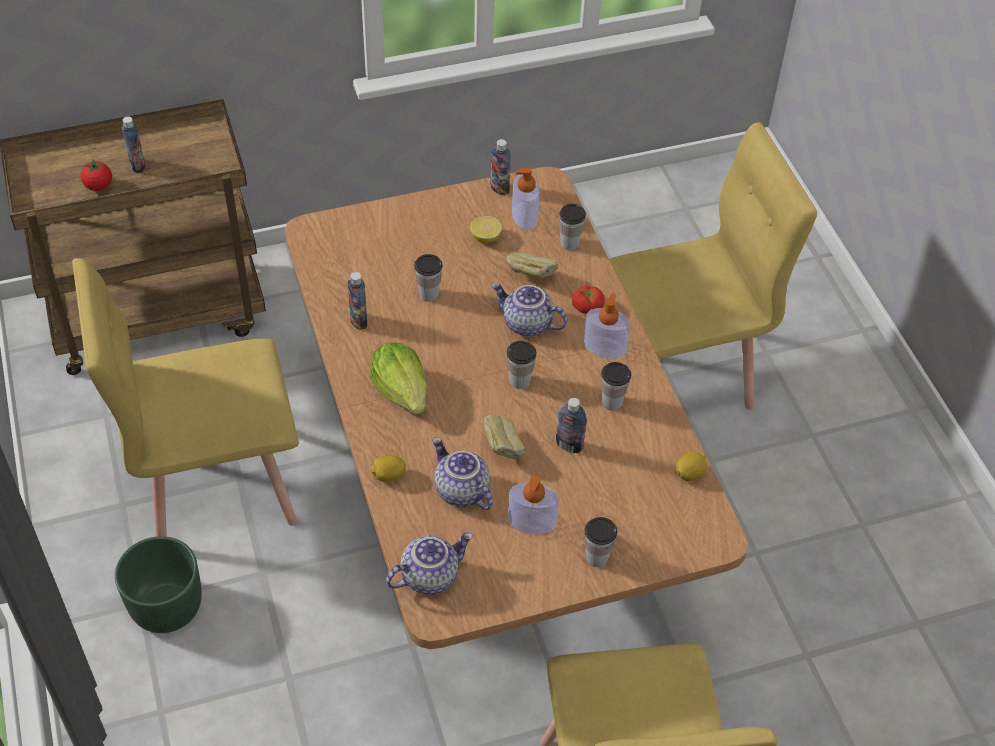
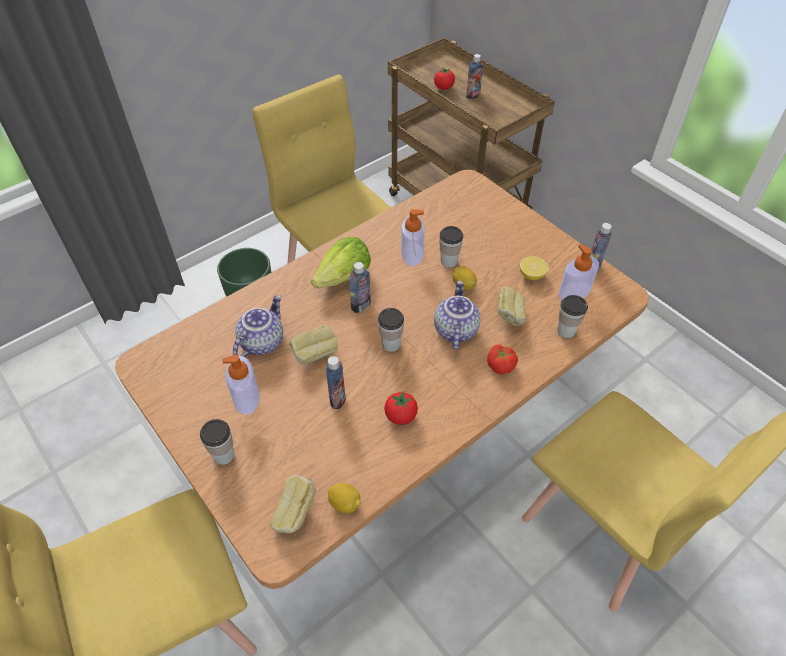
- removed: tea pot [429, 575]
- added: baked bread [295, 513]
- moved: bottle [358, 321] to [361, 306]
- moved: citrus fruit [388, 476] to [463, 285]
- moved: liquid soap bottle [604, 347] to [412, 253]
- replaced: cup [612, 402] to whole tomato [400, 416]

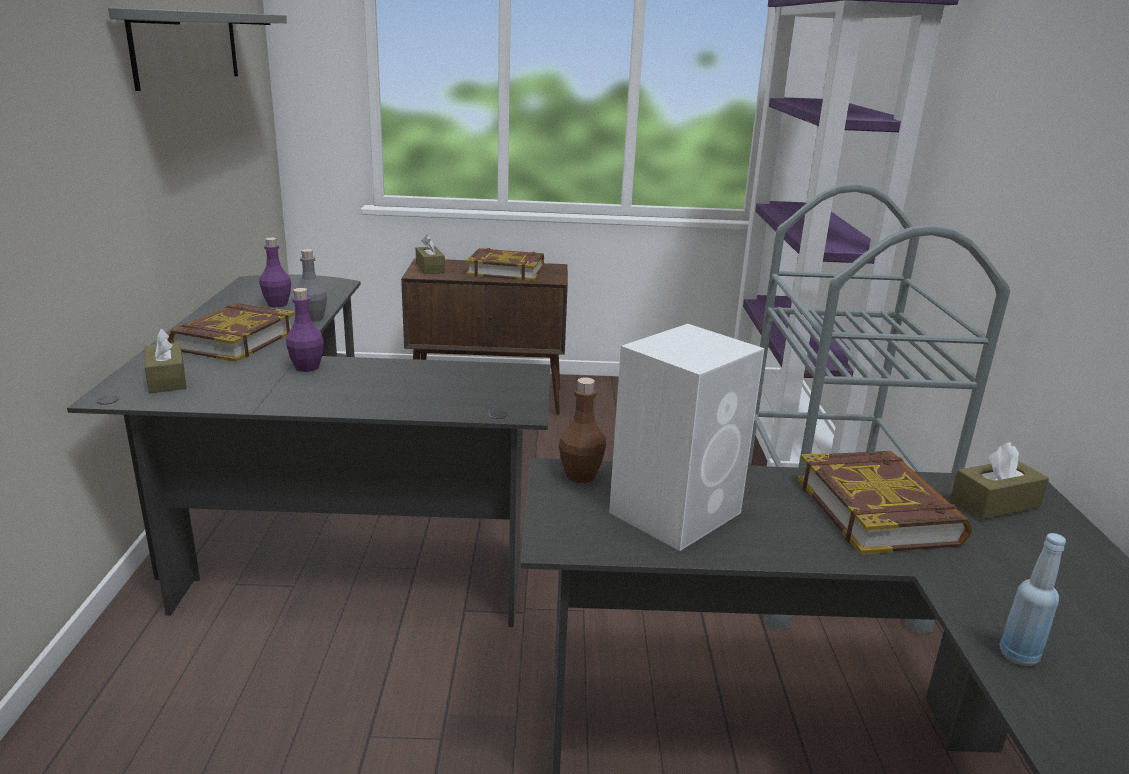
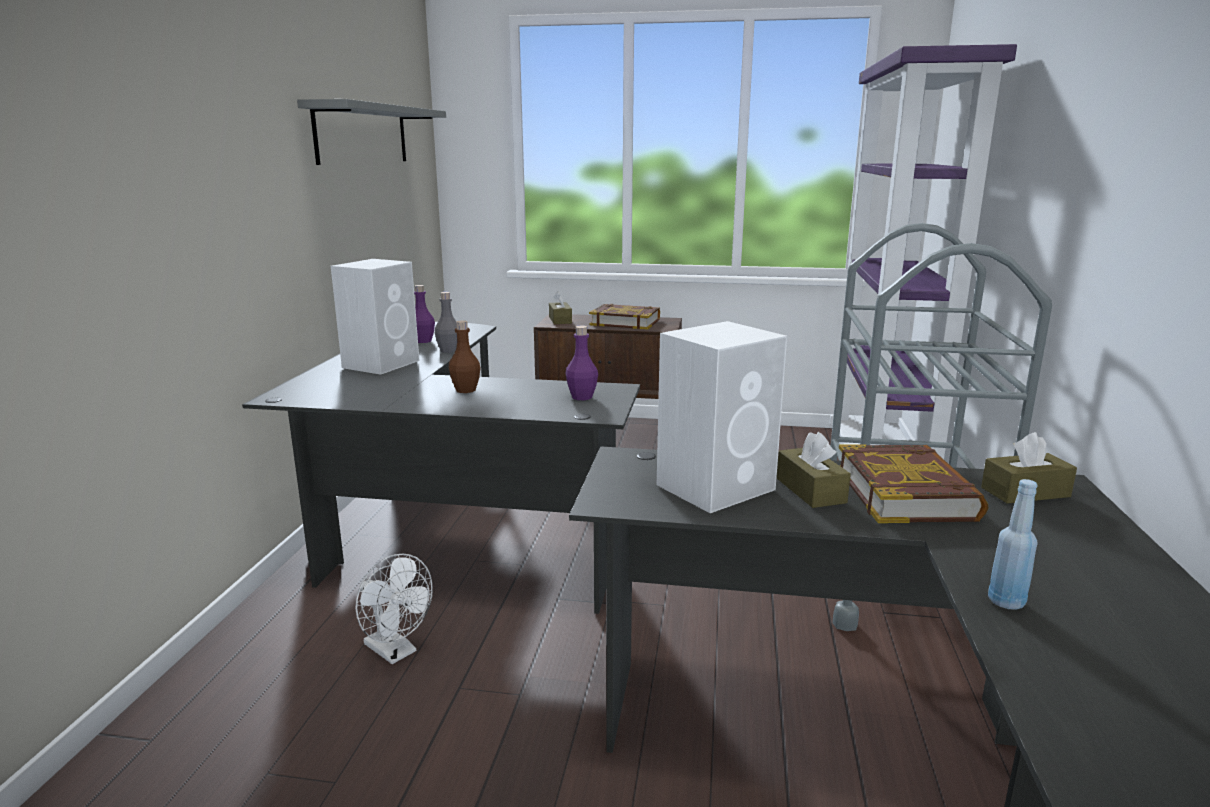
- added: fan (white-coloured) [396, 651]
- moved: box of tissues (brownish) [167, 379] to [810, 490]
- moved: bottle (purple) [307, 367] to [582, 397]
- moved: bottle (brownish) [581, 476] to [465, 390]
- replaced: bound book [235, 340] to audio speaker (white-coloured) [382, 364]

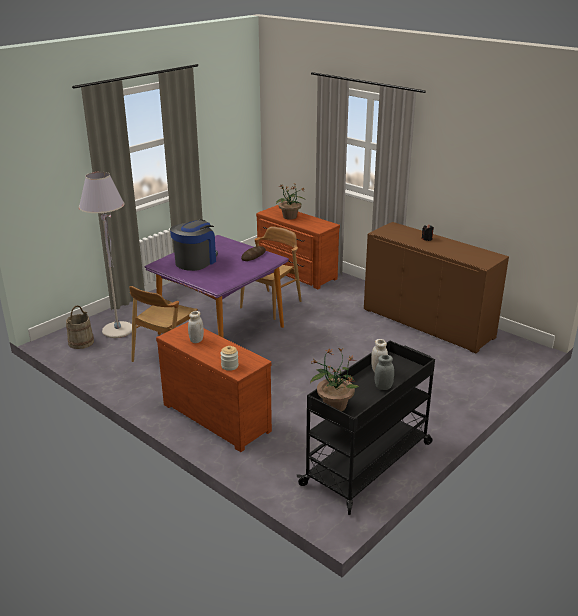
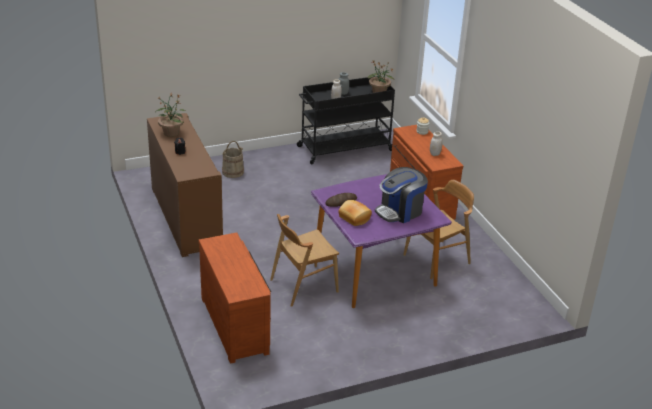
- removed: floor lamp (gray) [118, 330]
- added: baked bread [354, 218]
- moved: pail (sand-coloured) [81, 342] to [233, 172]
- moved: houseplant [290, 217] to [171, 132]

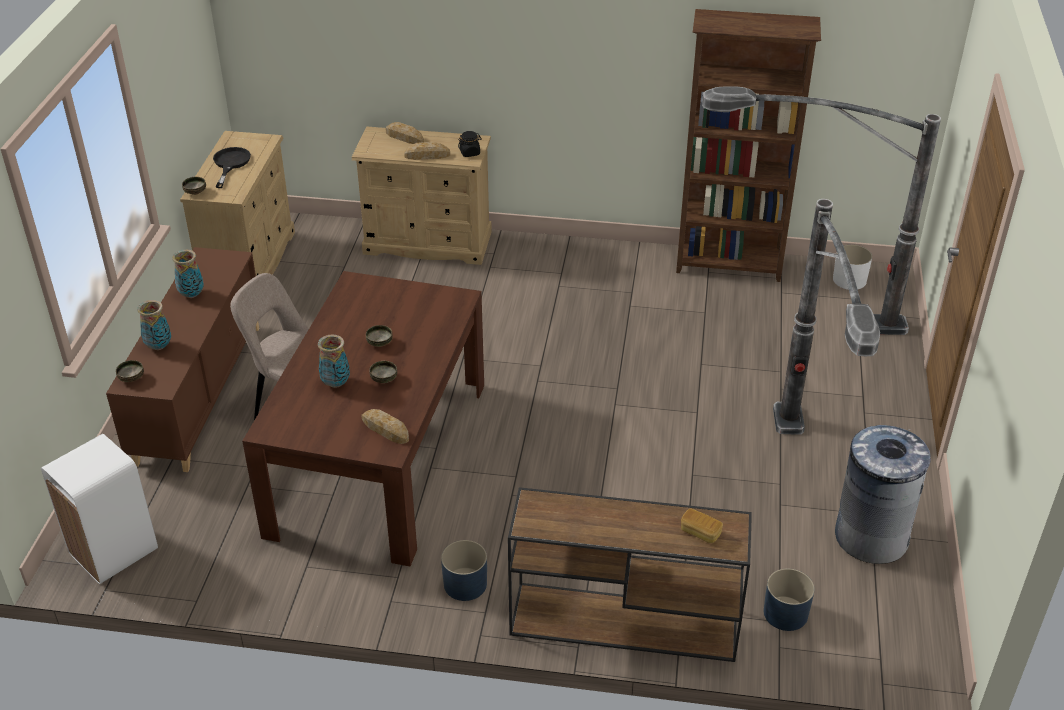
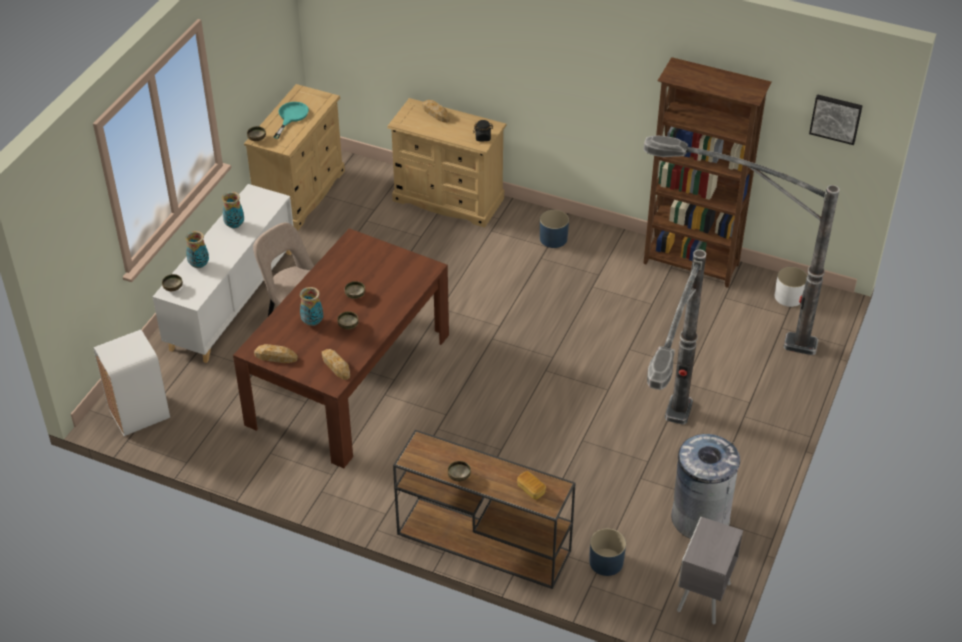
- added: bowl [459, 477]
- added: bedside table (gray) [702, 598]
- added: wall picture [836, 118]
- moved: baked bread [427, 155] to [275, 357]
- moved: plant pot (blue-coloured) [465, 584] to [553, 239]
- recoloured: cupboard (brownish) [200, 392] to cupboard (white-coloured) [232, 299]
- recoloured: pan (blackish) [230, 164] to pan (turquoise-coloured) [291, 117]

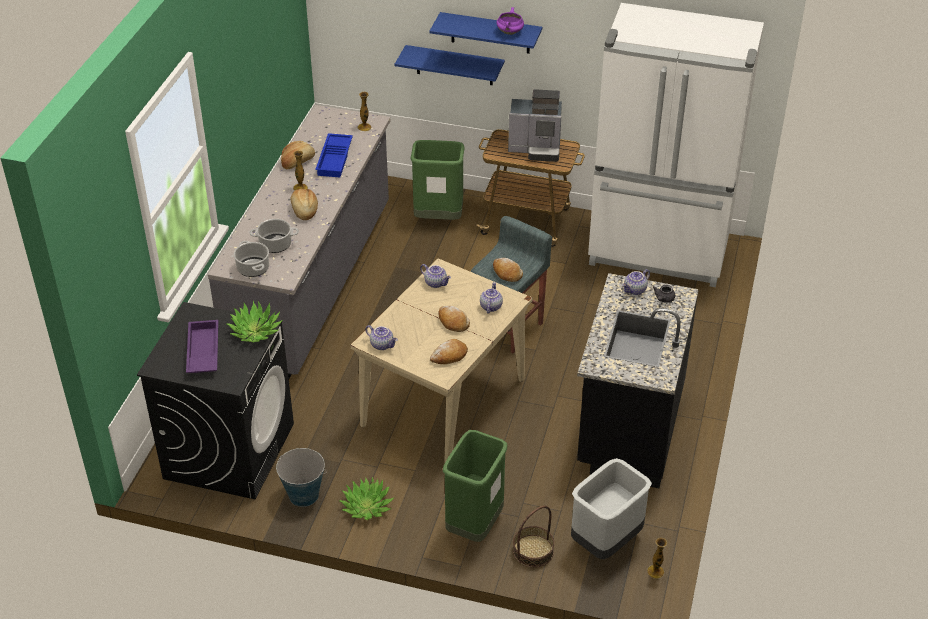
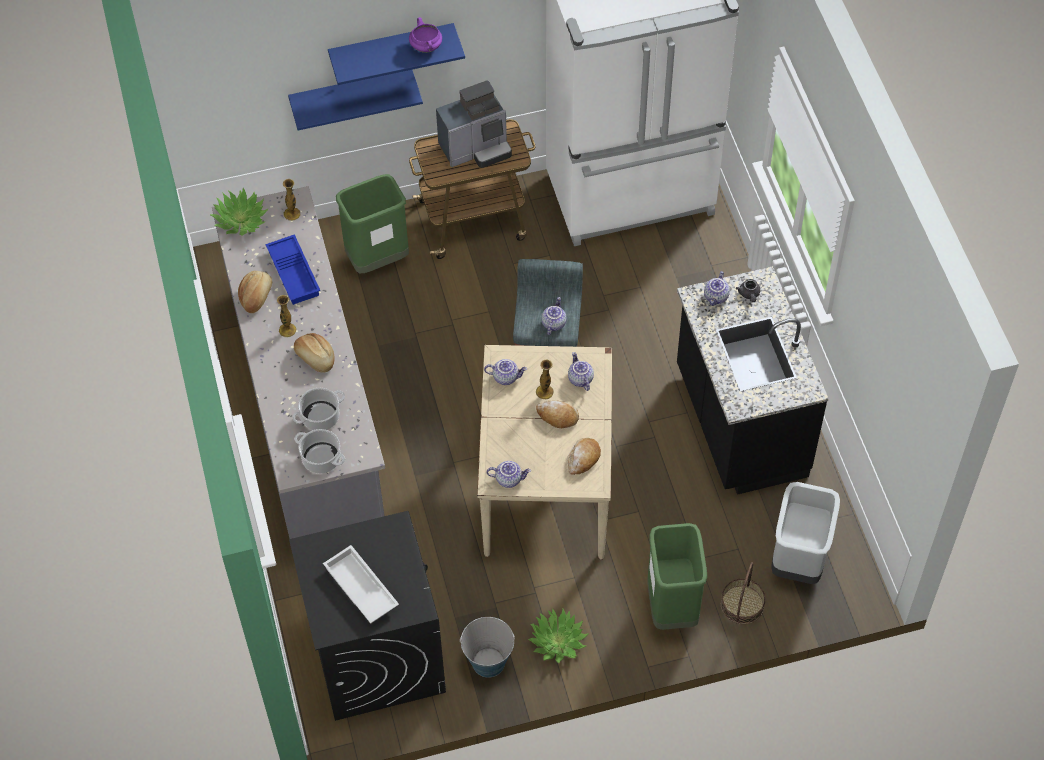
- moved: houseplant [255, 331] to [241, 220]
- moved: decorative vase [655, 571] to [544, 392]
- replaced: baked bread [507, 273] to tea pot [553, 323]
- recoloured: carrying tray (purple) [202, 352] to carrying tray (white-coloured) [359, 588]

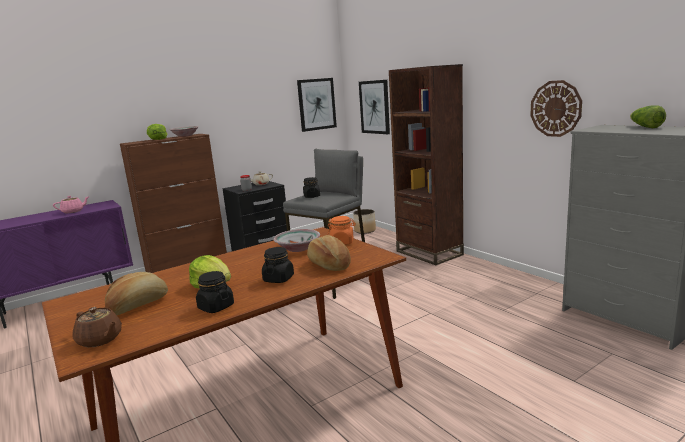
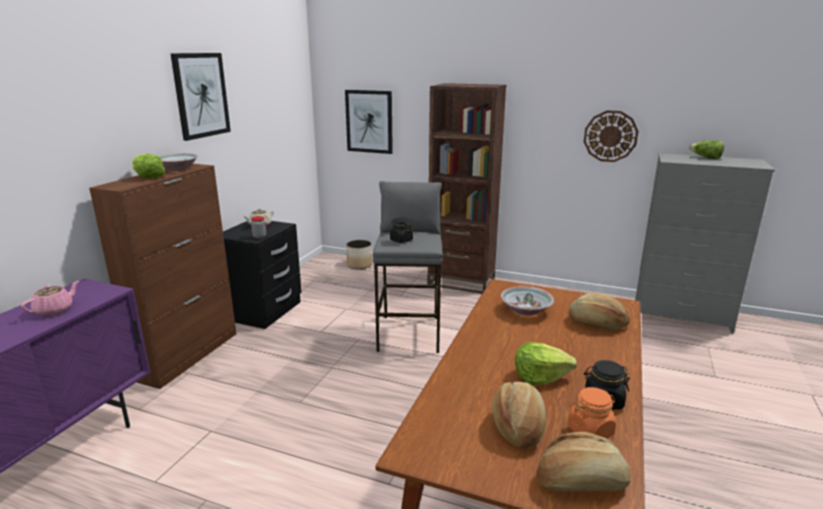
- removed: storage jar (blackish) [278, 279]
- moved: wall picture [316, 104] to [201, 95]
- moved: storage jar (orange-coloured) [342, 242] to [590, 431]
- replaced: tea pot (brownish) [100, 340] to baked bread [581, 482]

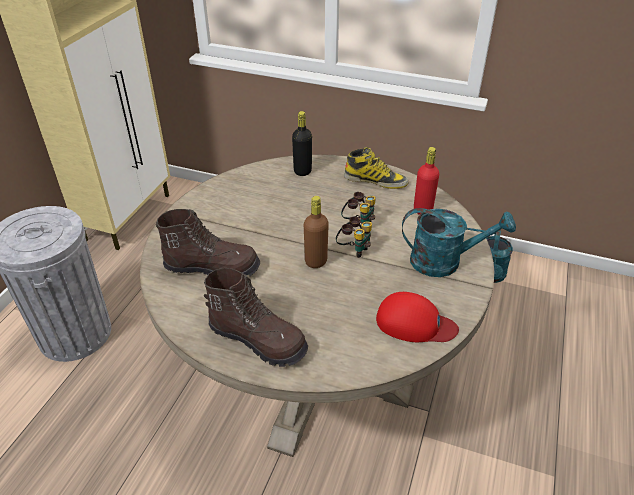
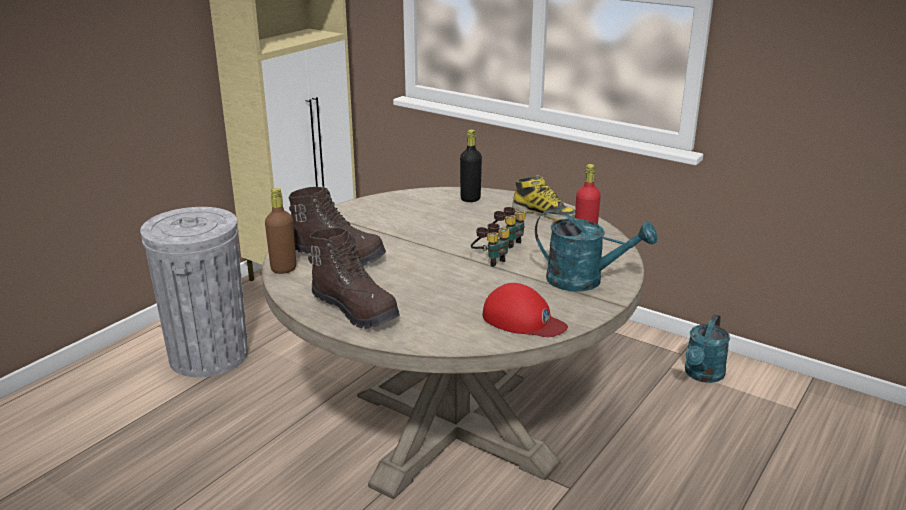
- moved: bottle (brownish) [316, 261] to [283, 269]

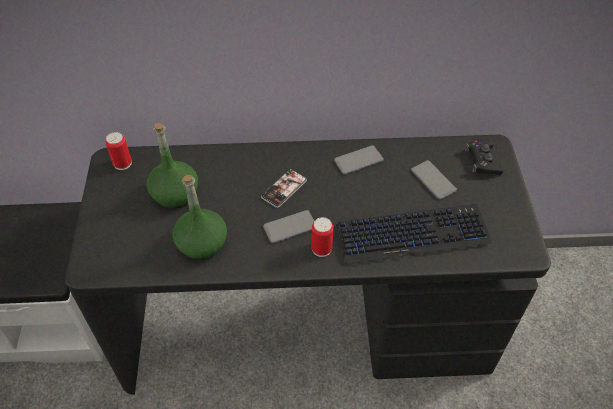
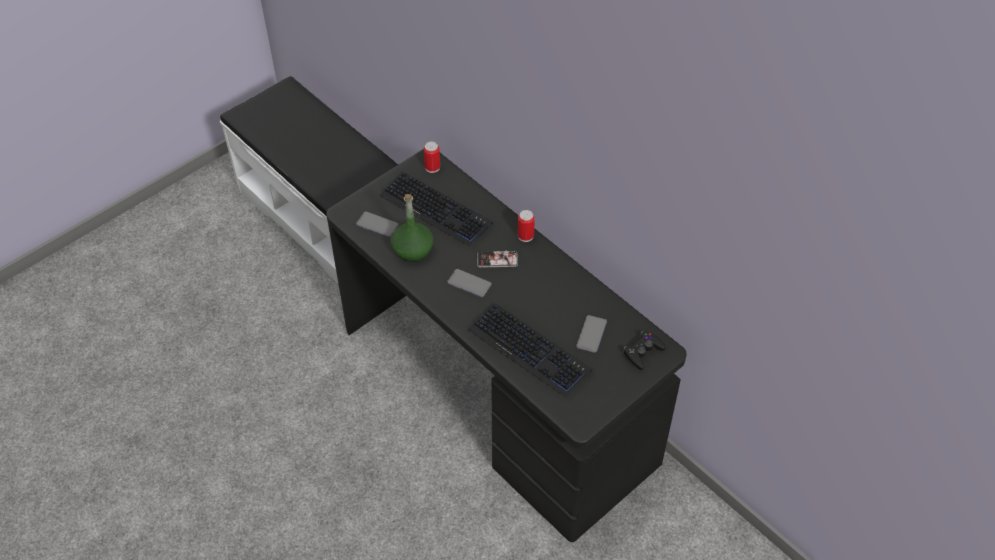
- moved: metal can [321, 248] to [525, 236]
- moved: handset [358, 160] to [377, 225]
- replaced: bottle (greenish) [175, 194] to computer keyboard [436, 210]

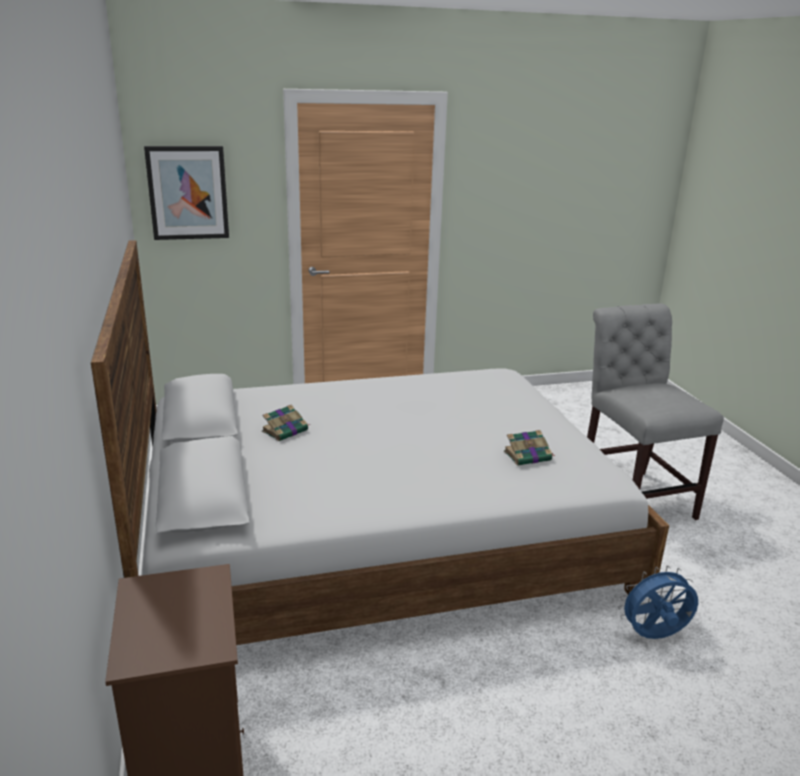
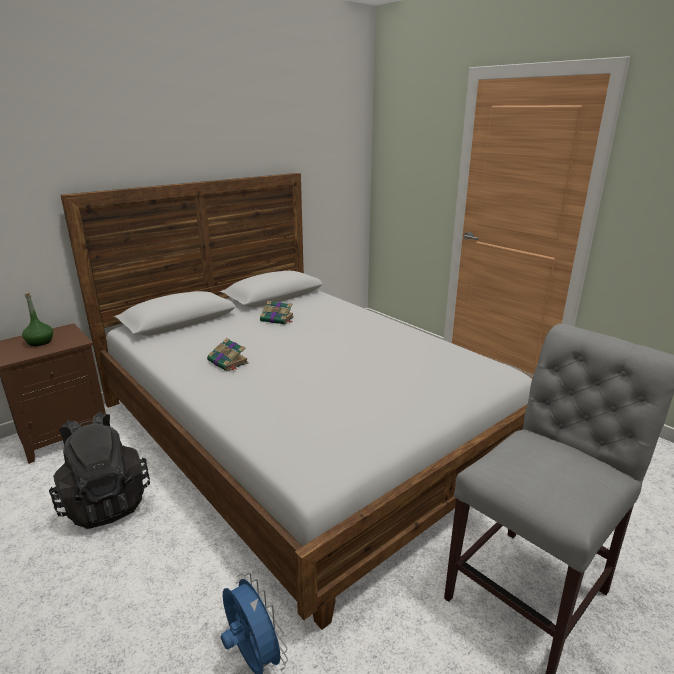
- removed: wall picture [188, 193]
- added: bottle (greenish) [40, 342]
- added: backpack (blackish) [105, 502]
- moved: bound book [528, 456] to [228, 362]

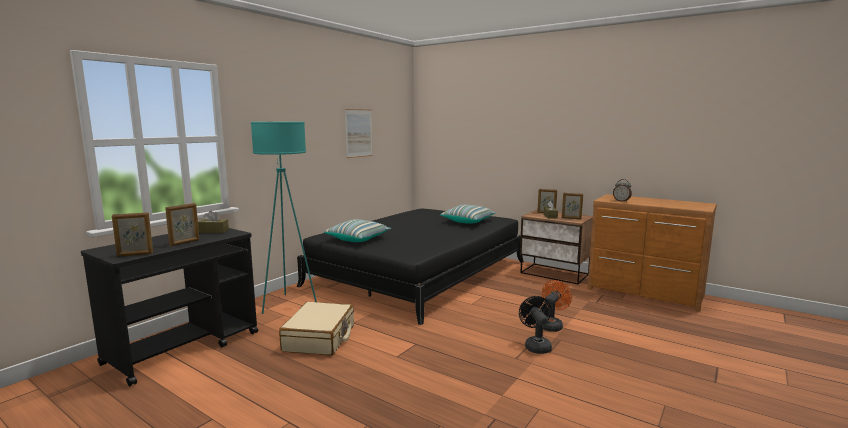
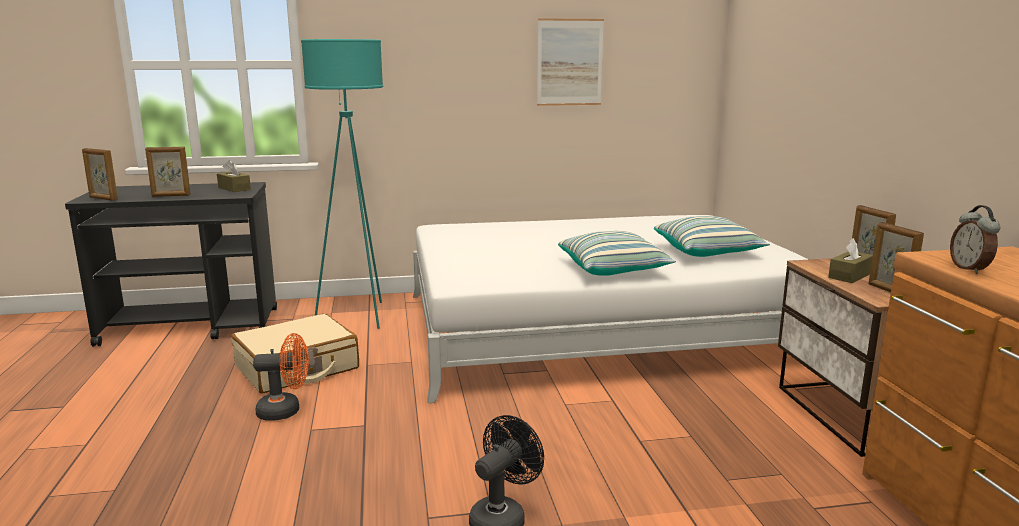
- moved: cushion [358, 239] to [614, 269]
- moved: fan (orange-coloured) [551, 325] to [286, 411]
- recoloured: bed (blackish) [419, 273] to bed (white-coloured) [597, 328]

